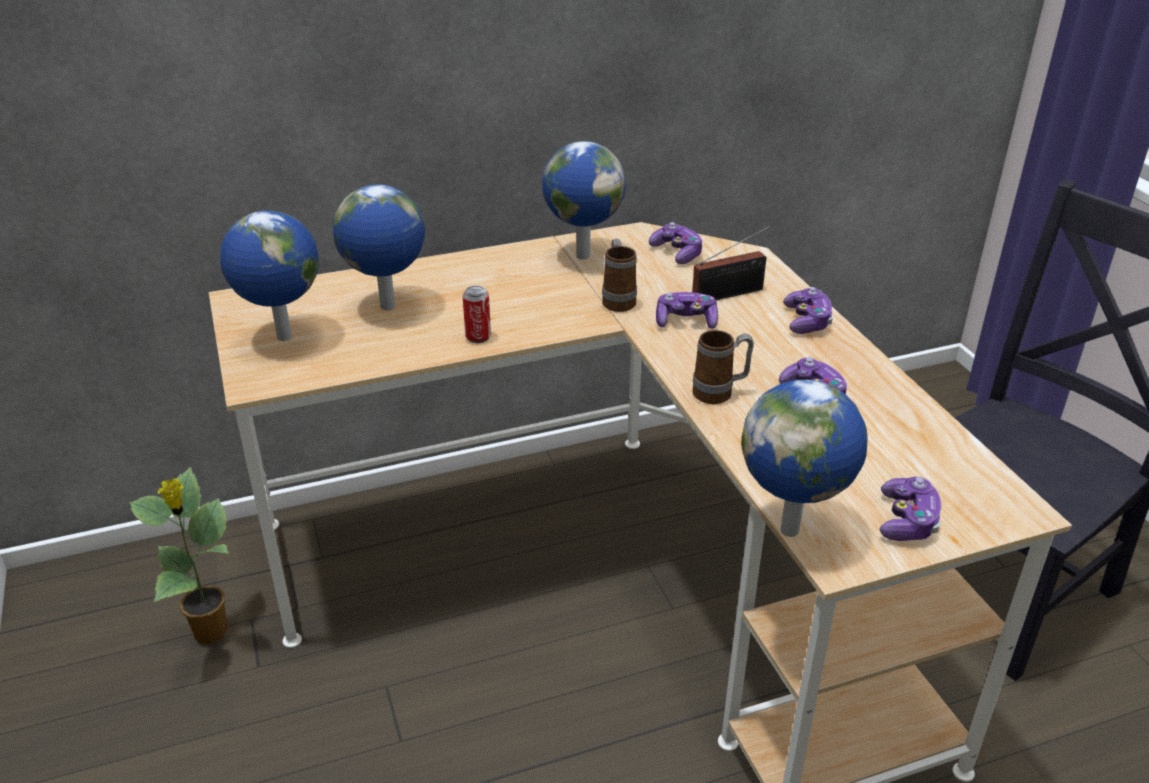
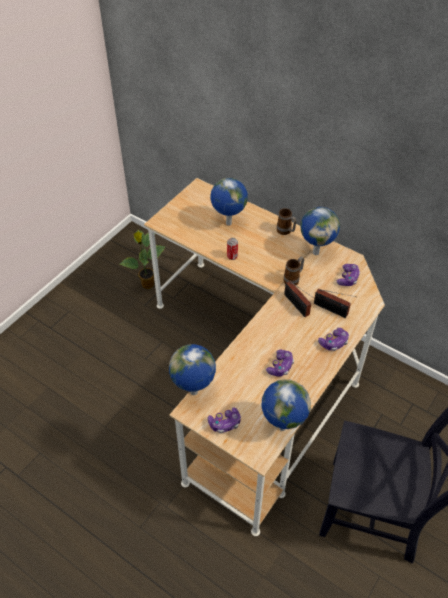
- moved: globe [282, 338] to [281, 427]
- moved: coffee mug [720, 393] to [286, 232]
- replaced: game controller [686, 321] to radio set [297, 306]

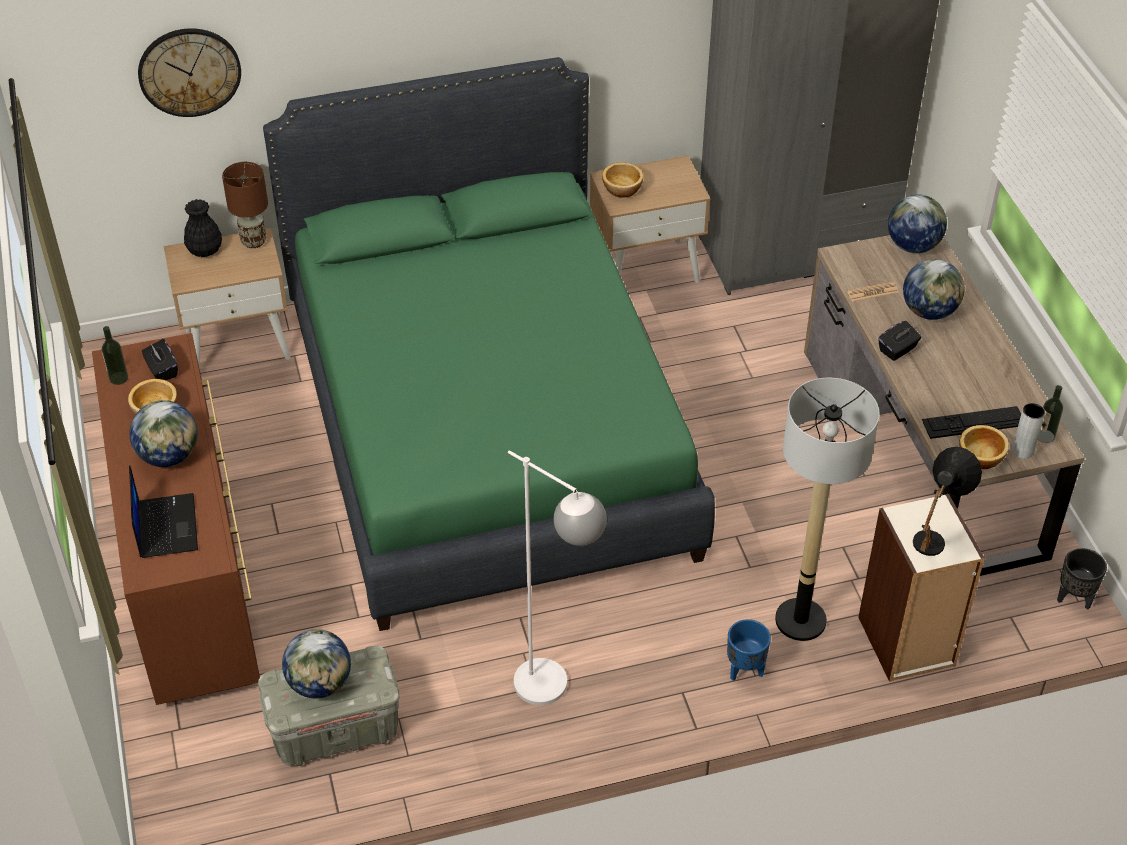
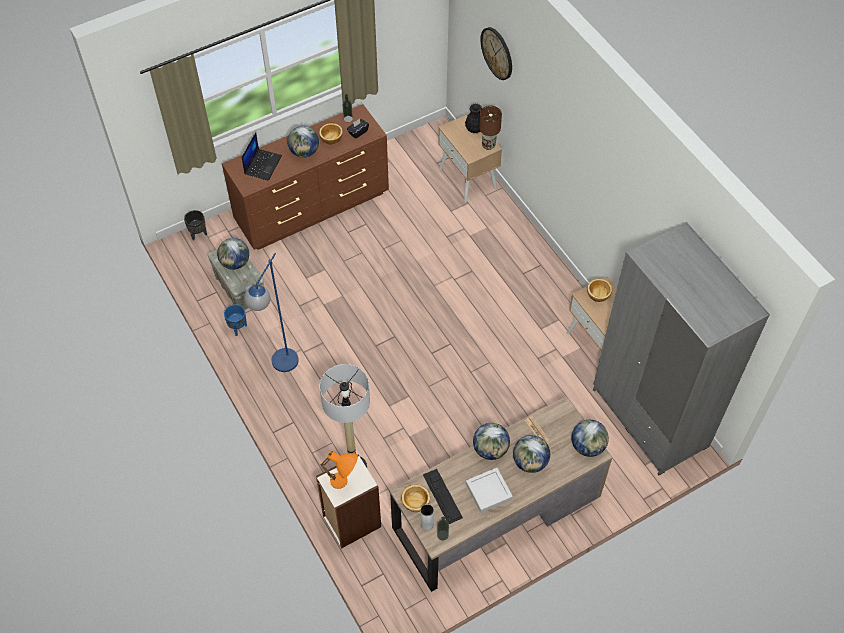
- removed: bed (greenish) [488, 428]
- added: carrying tray (gray) [488, 491]
- moved: plant pot (blue-coloured) [745, 669] to [238, 328]
- moved: plant pot (blackish) [1073, 598] to [198, 234]
- replaced: box of tissues (blackish) [897, 350] to globe [490, 449]
- recoloured: floor lamp (white-coloured) [556, 692] to floor lamp (blue-coloured) [280, 368]
- recoloured: tabletop lamp (blackish) [936, 536] to tabletop lamp (orange-coloured) [344, 483]
- turned: portable computer [165, 526] = [262, 164] 45 degrees counterclockwise

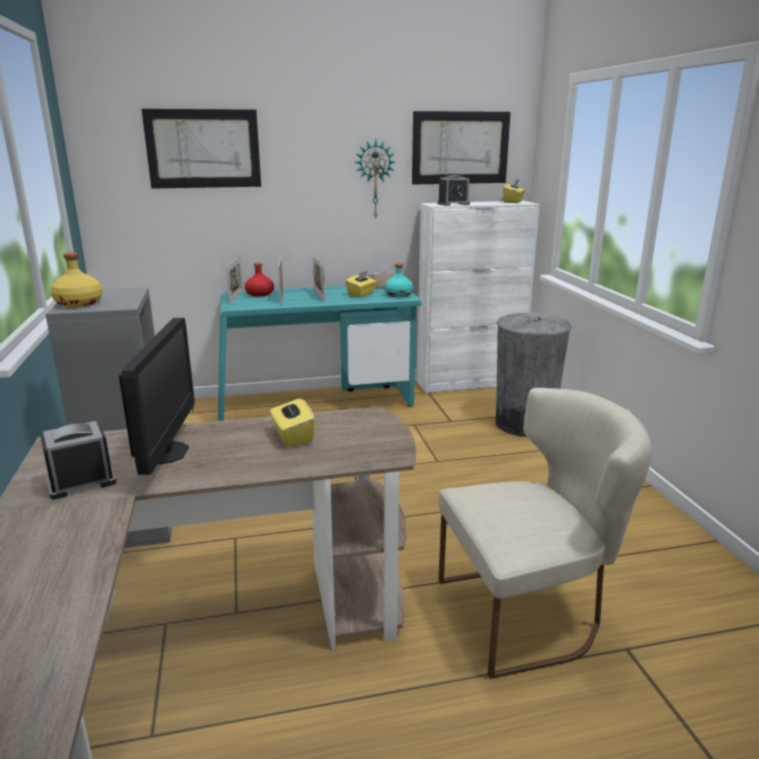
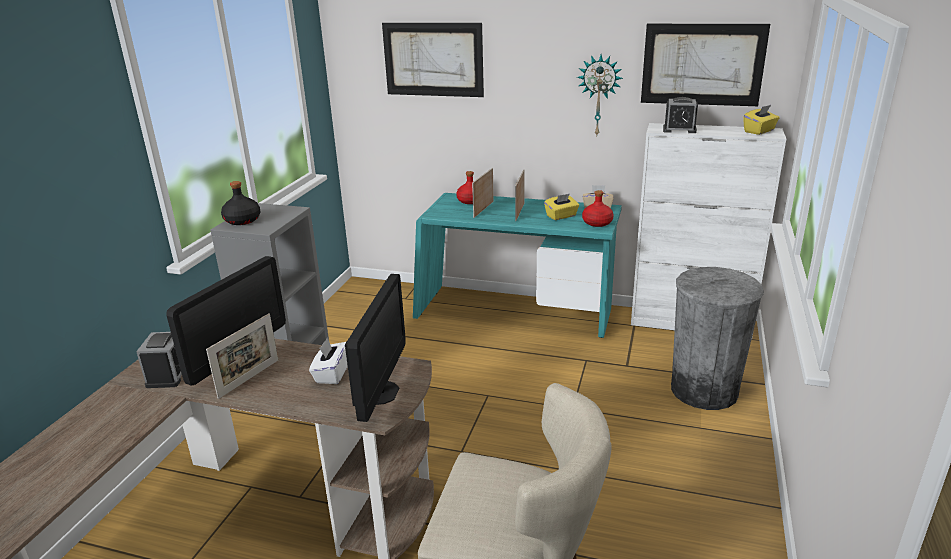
- added: monitor [381, 392]
- moved: picture frame [236, 297] to [249, 378]
- recoloured: bottle (yellow-coloured) [78, 303] to bottle (blackish) [242, 220]
- recoloured: box of tissues (yellow-coloured) [292, 436] to box of tissues (white-coloured) [332, 373]
- recoloured: bottle (turquoise-coloured) [399, 294] to bottle (red) [597, 223]
- turned: bedside clock [81, 482] = [169, 374] 90 degrees clockwise

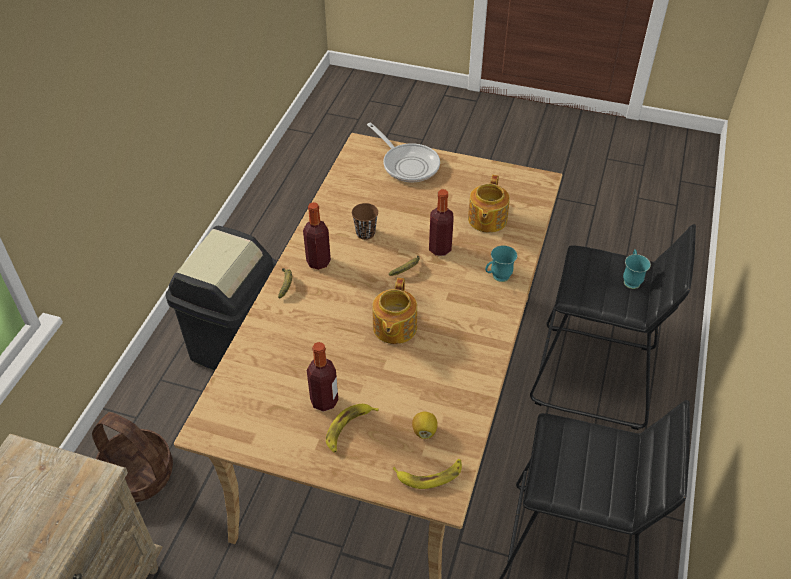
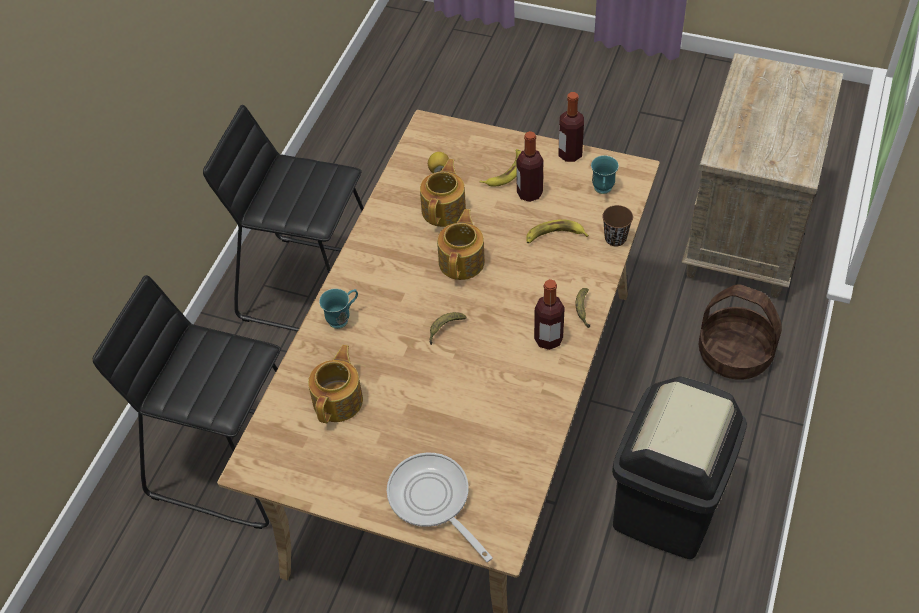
- added: tea pot [444, 209]
- moved: cup (brownish) [365, 233] to [615, 238]
- moved: whole banana [430, 475] to [554, 235]
- moved: bottle [440, 248] to [570, 154]
- moved: coffee mug (turquoise-coloured) [631, 279] to [602, 191]

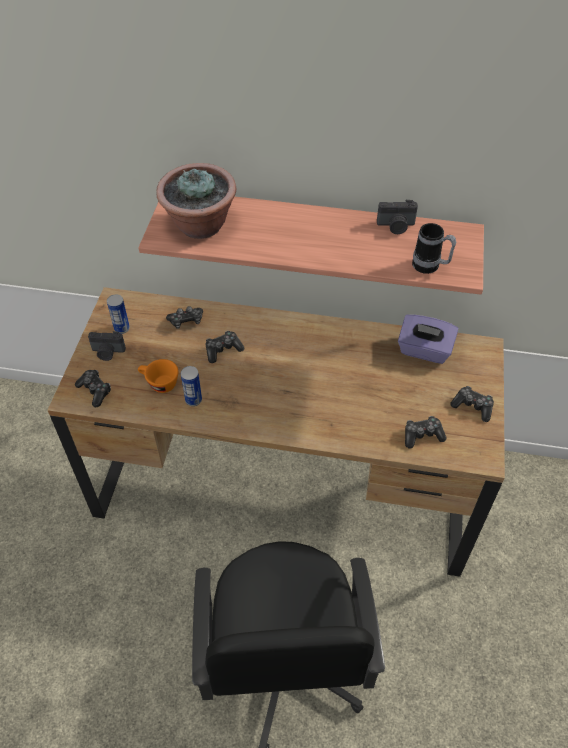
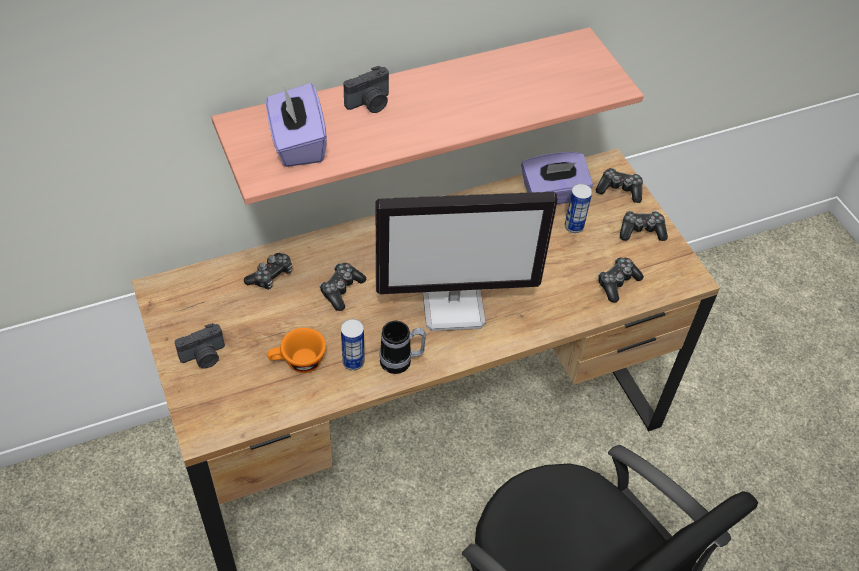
- added: monitor [454, 306]
- moved: game controller [95, 391] to [619, 190]
- moved: metal can [122, 328] to [574, 226]
- moved: still camera [396, 226] to [370, 104]
- moved: coffee mug [430, 267] to [402, 362]
- replaced: houseplant [200, 226] to box of tissues (purple) [297, 144]

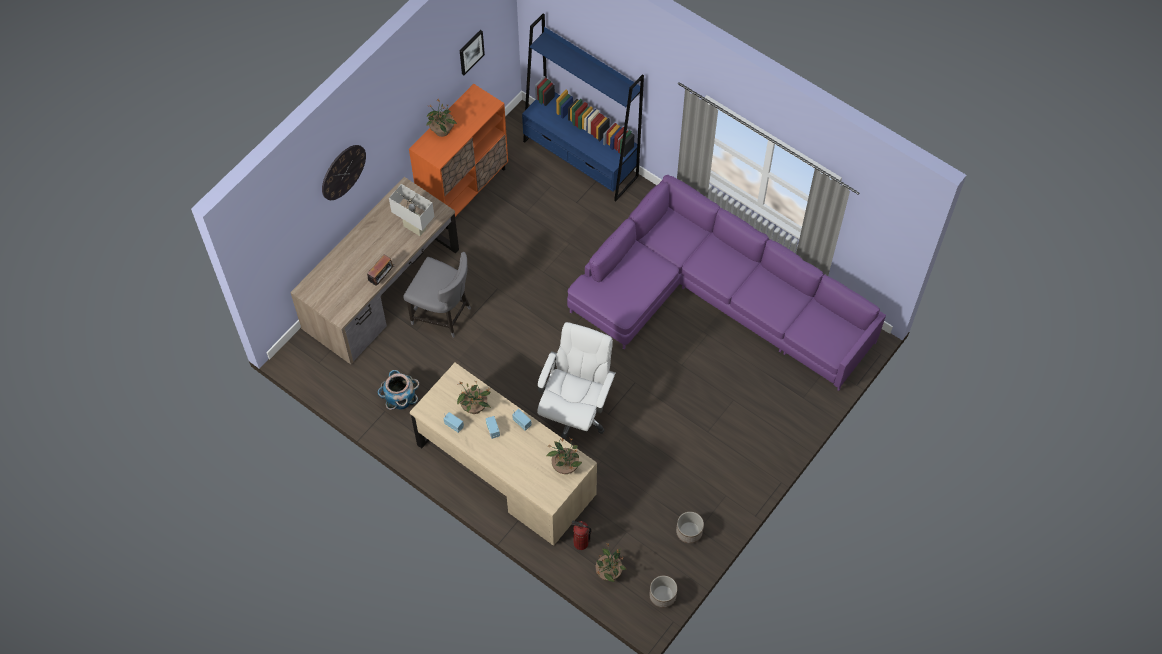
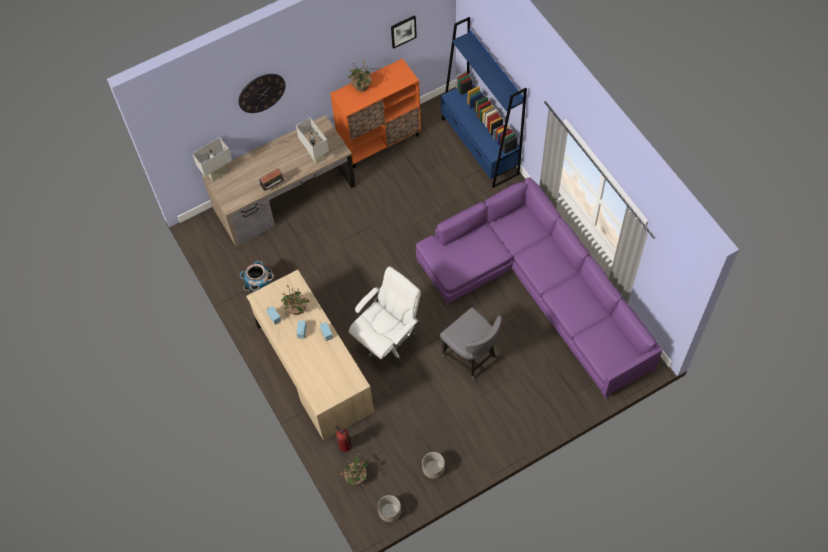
- removed: houseplant [565, 466]
- added: tabletop lamp (white-coloured) [217, 174]
- moved: upright chair (gray) [443, 315] to [471, 357]

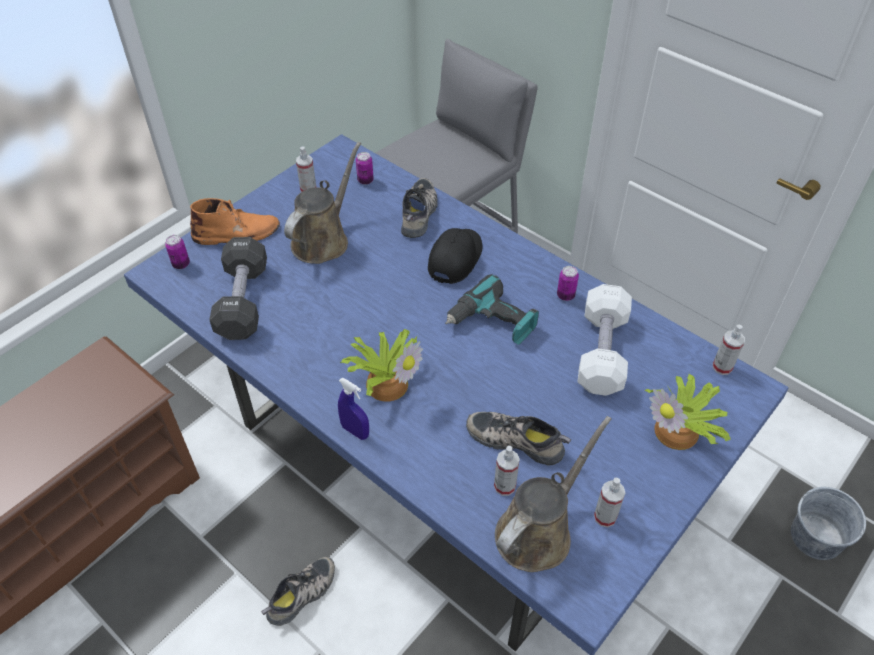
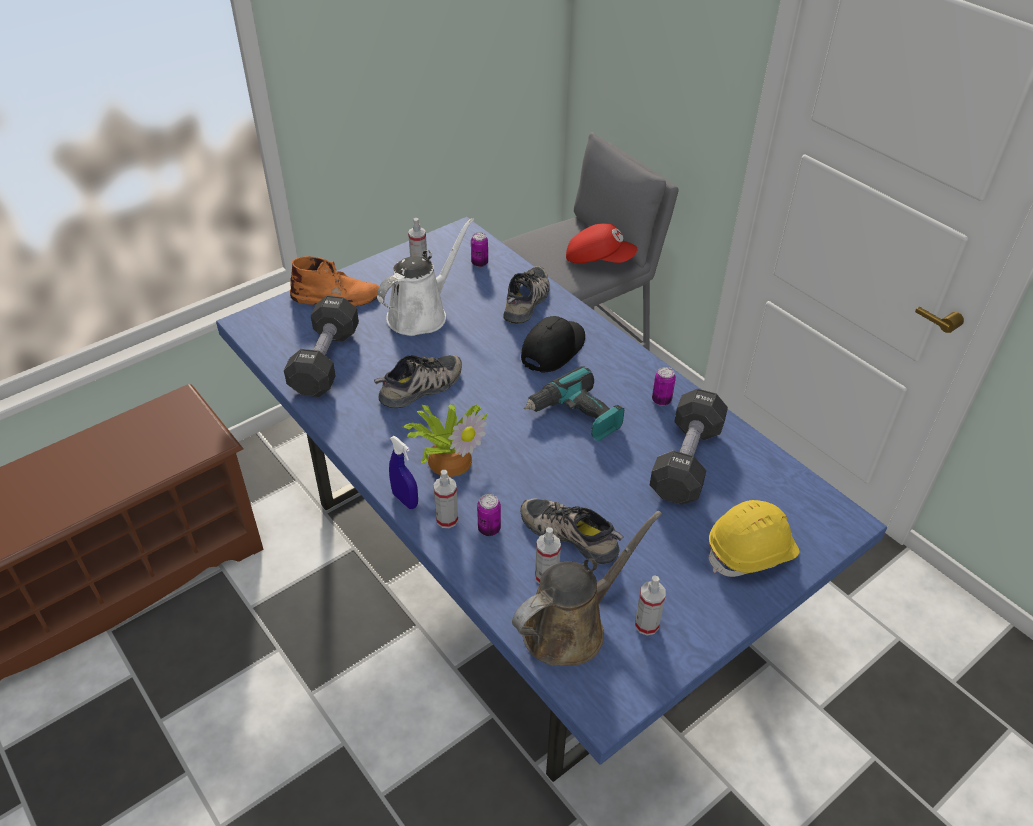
- removed: pail (gray) [816, 537]
- added: cap (red) [599, 259]
- moved: metal can [181, 264] to [489, 529]
- moved: low shoe [302, 595] to [421, 388]
- moved: hand sprayer [722, 367] to [447, 519]
- replaced: houseplant [679, 431] to work helmet (yellow-coloured) [751, 552]
- recoloured: sprinkling can (brownish) [323, 240] to sprinkling can (white-coloured) [421, 314]
- recoloured: free weight (white-coloured) [602, 352] to free weight (blackish) [686, 461]

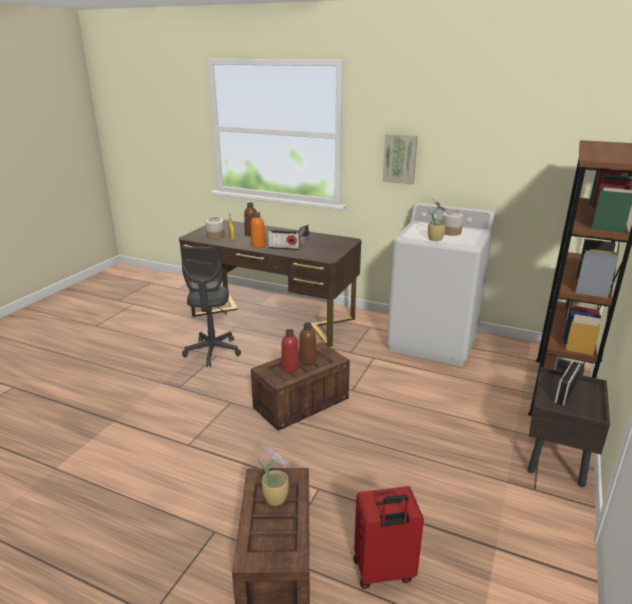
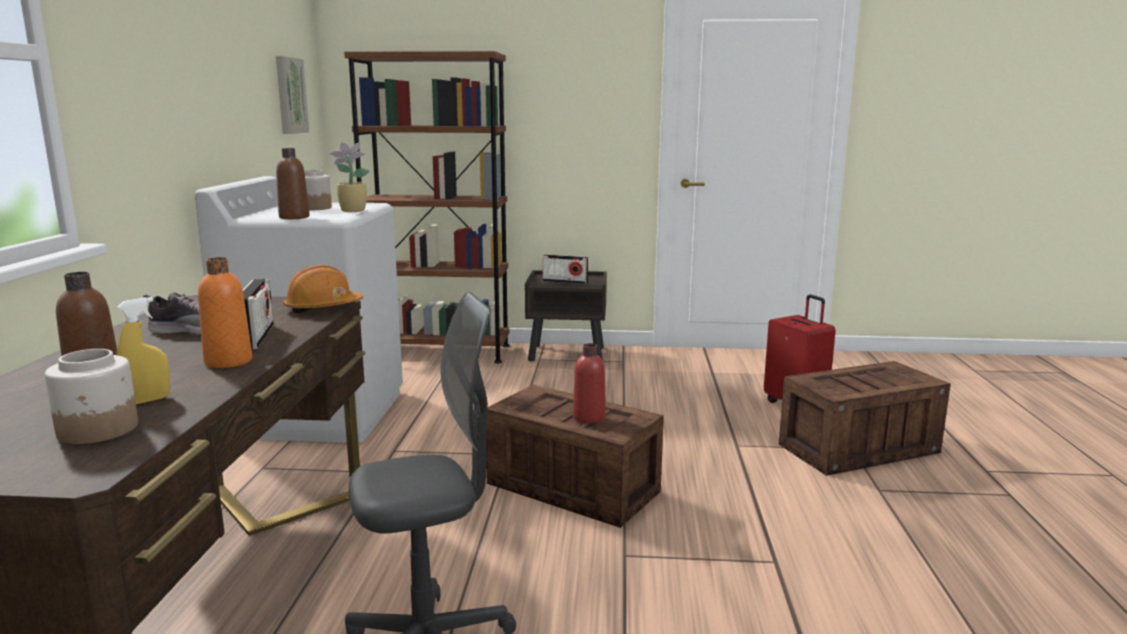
- removed: houseplant [275, 497]
- added: work helmet (orange-coloured) [323, 308]
- moved: bottle (brownish) [307, 360] to [294, 217]
- moved: wall picture [400, 158] to [289, 95]

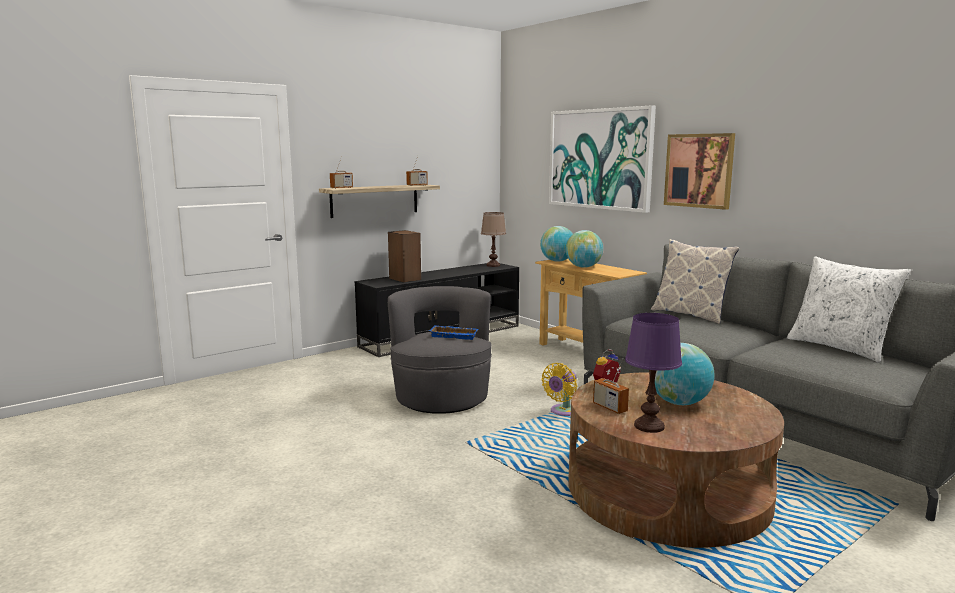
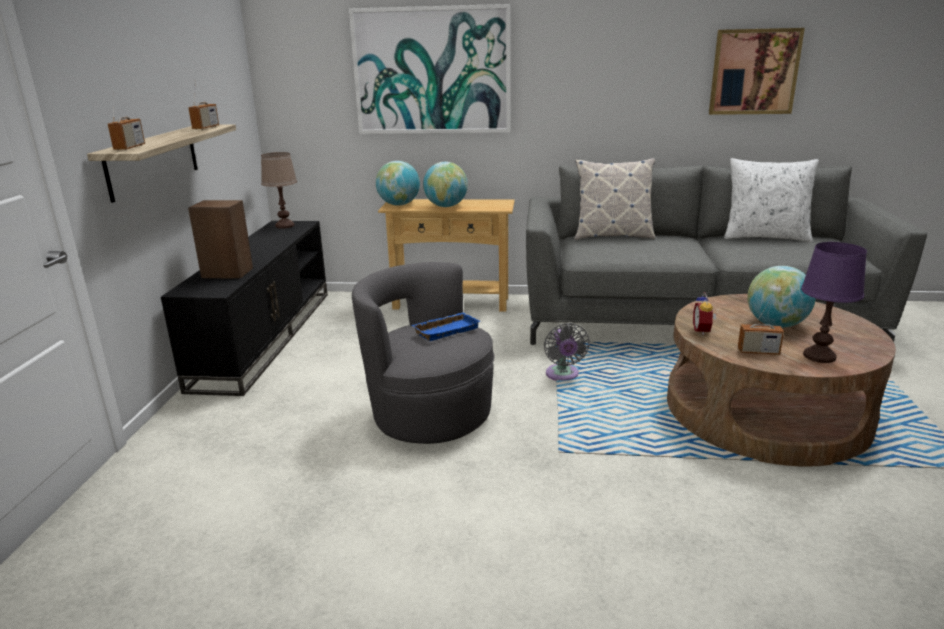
- moved: wall picture [699, 170] to [754, 72]
- recoloured: fan (yellow-coloured) [563, 412] to fan (gray) [563, 375]

